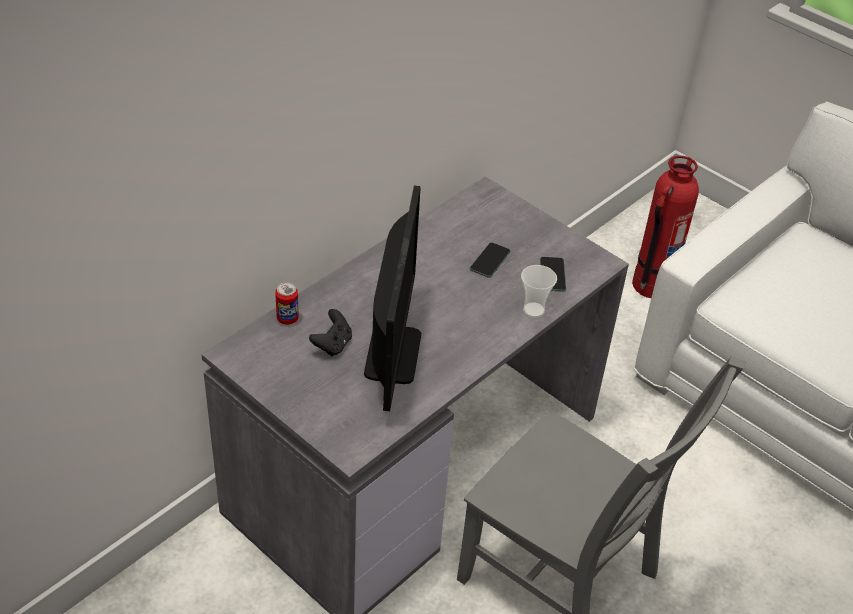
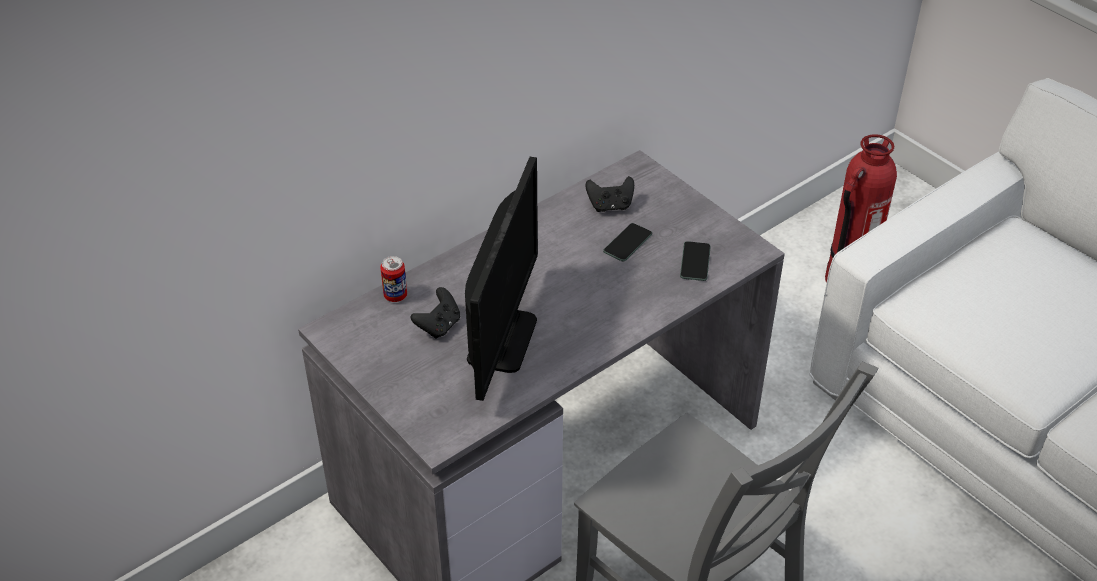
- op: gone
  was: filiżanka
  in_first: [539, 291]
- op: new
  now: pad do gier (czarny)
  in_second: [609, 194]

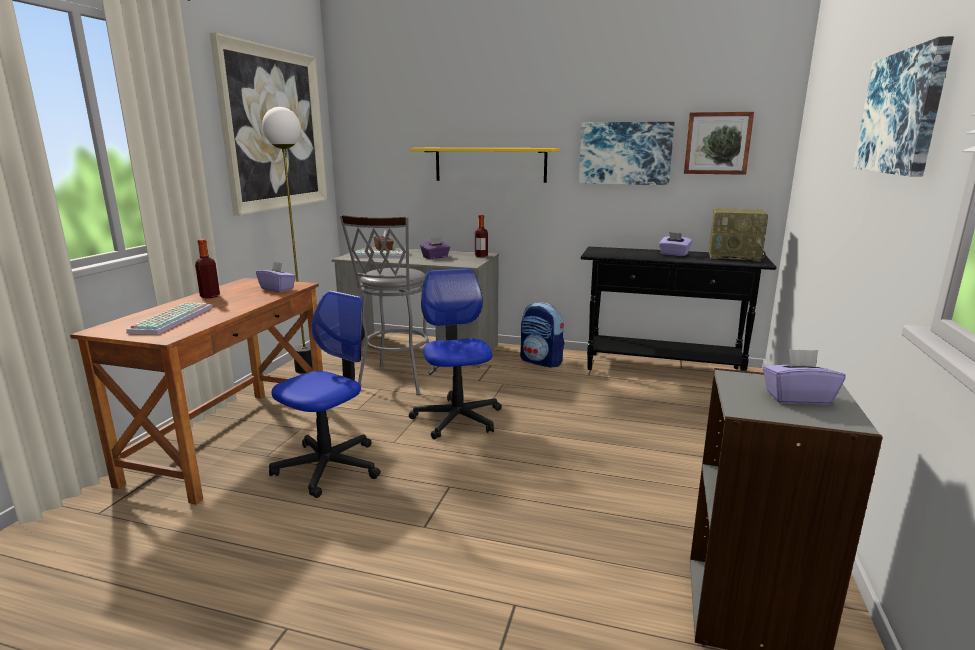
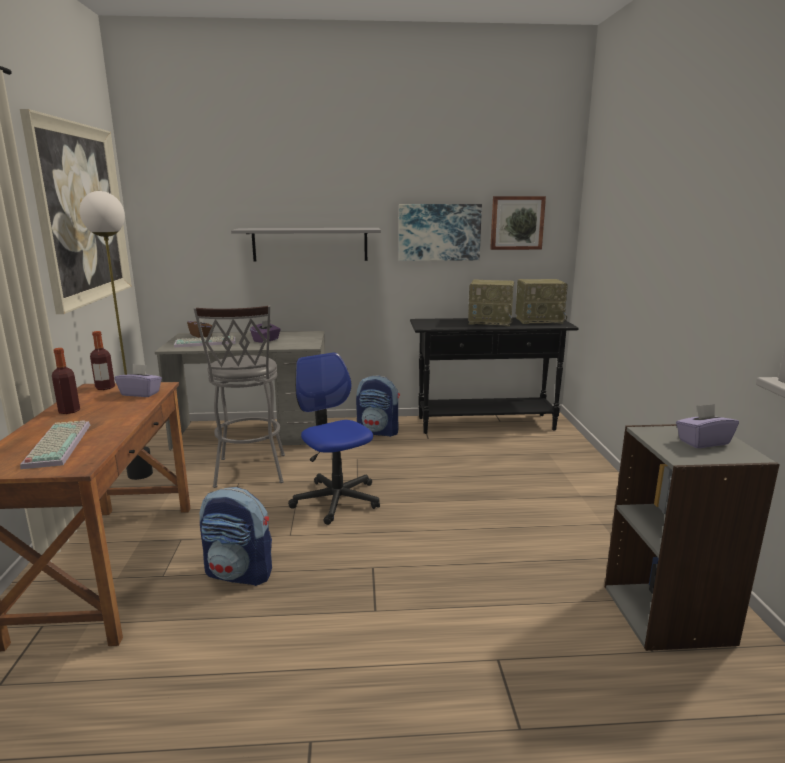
- op: gone
  was: obraz
  in_first: [903, 106]
- op: repainted
  was: półka (żółty)
  now: półka (szary)
  in_first: [484, 165]
  in_second: [306, 245]
- op: shifted
  was: butelka
  in_first: [481, 236]
  in_second: [102, 360]
- op: swapped
  was: pudełko chusteczek (fioletowy)
  now: radio
  in_first: [675, 244]
  in_second: [491, 303]
- op: swapped
  was: krzesło biurowe
  now: plecak
  in_first: [325, 394]
  in_second: [236, 536]

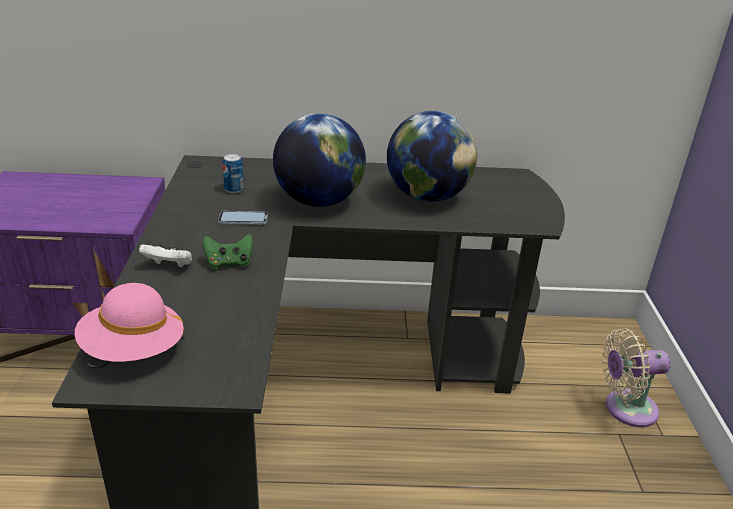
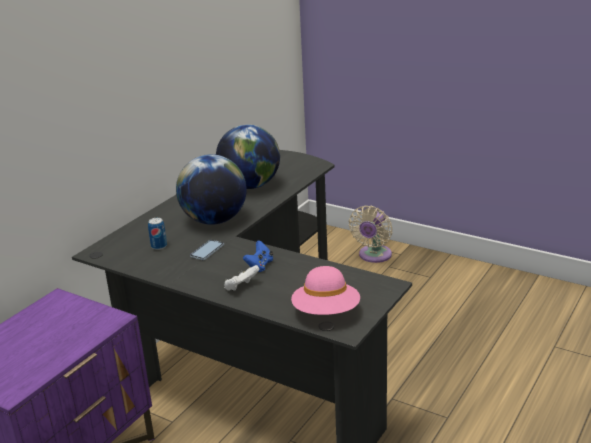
- op: repainted
  was: pad do gier (zielony)
  now: pad do gier (niebieski)
  in_first: [228, 251]
  in_second: [258, 256]

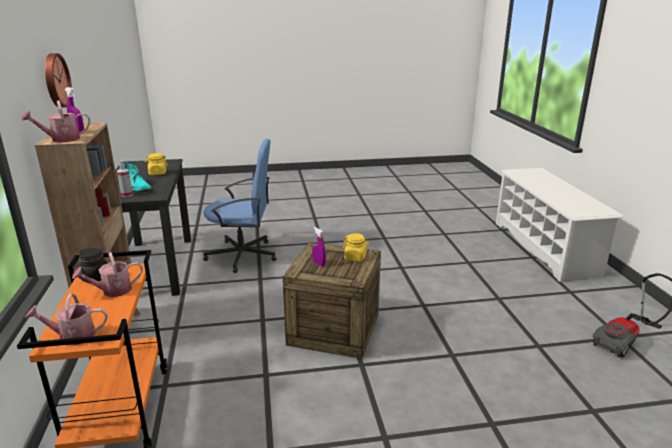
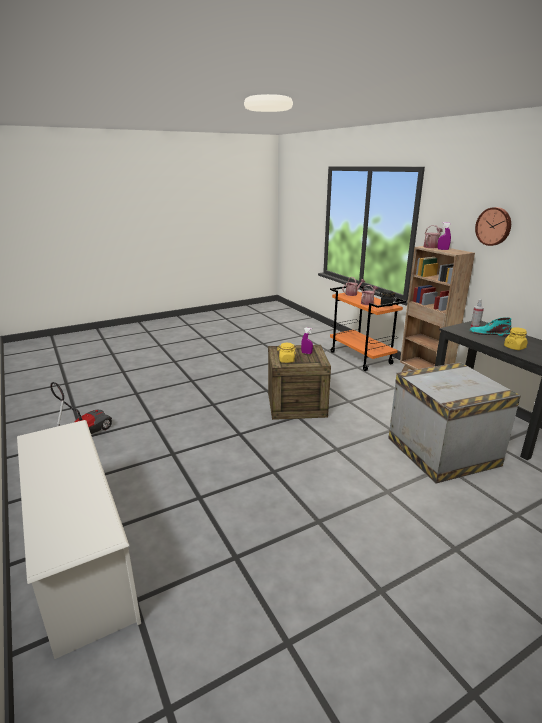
- op: swapped
  was: krzesło biurowe (niebieski)
  now: skrzynka
  in_first: [240, 206]
  in_second: [454, 422]

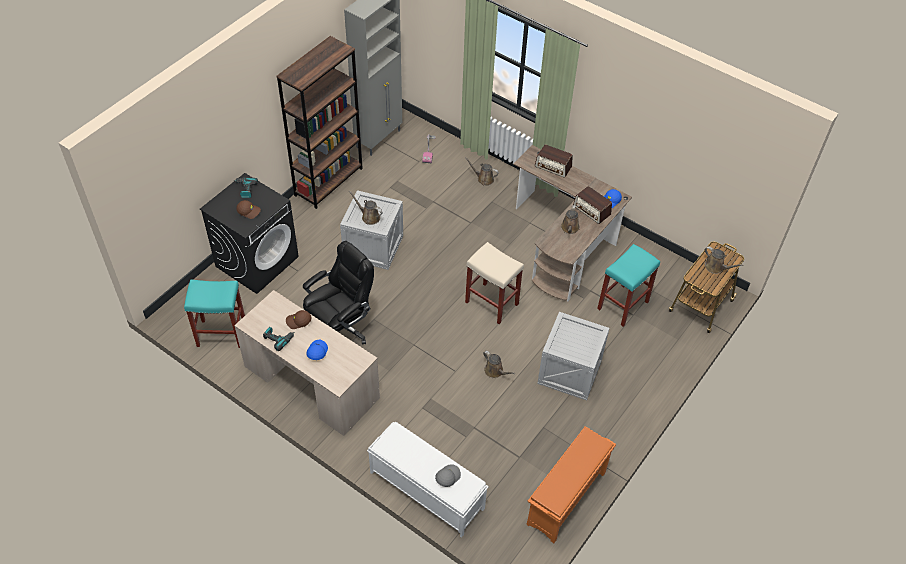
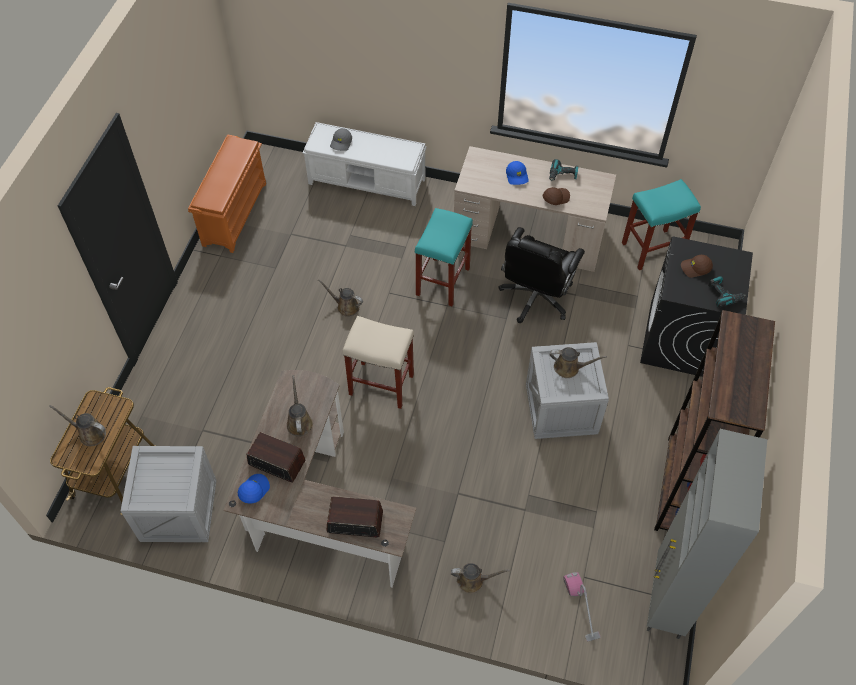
- op: shifted
  was: stołek (turkusowy)
  in_first: [628, 285]
  in_second: [444, 257]
- op: shifted
  was: skrzynka
  in_first: [573, 356]
  in_second: [169, 494]

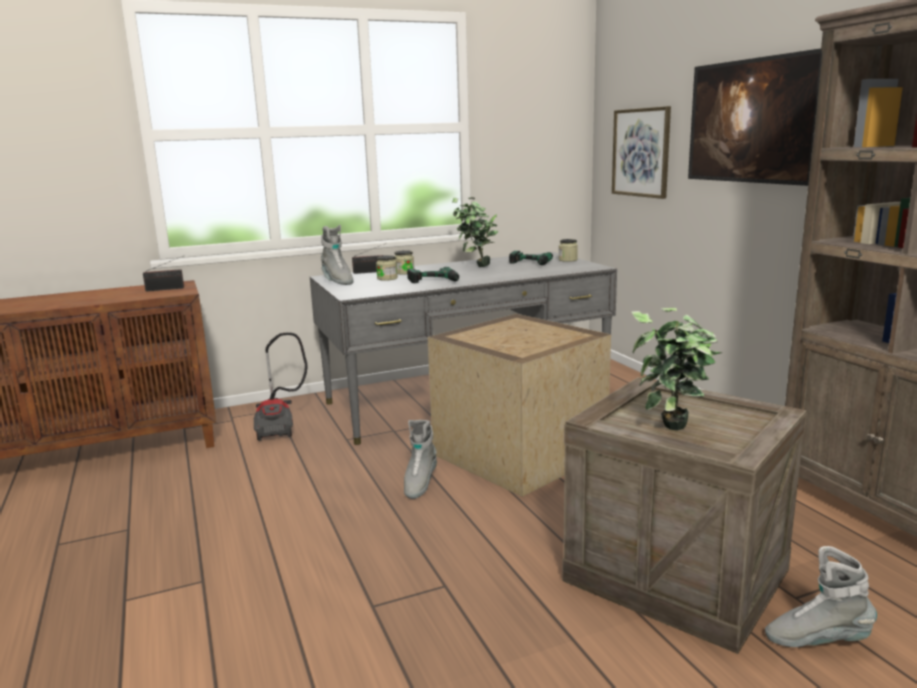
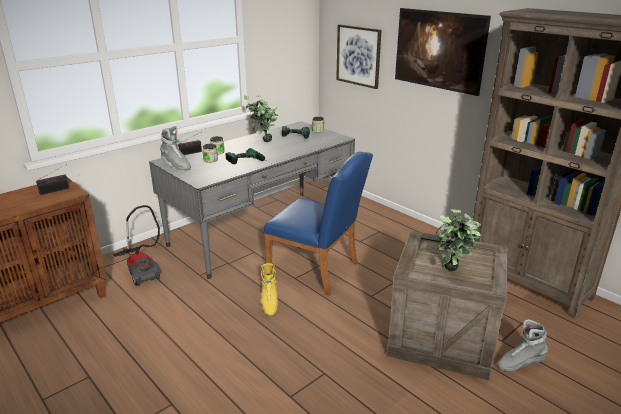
- op: swapped
  was: skrzynka
  now: krzesło (niebieski)
  in_first: [519, 405]
  in_second: [318, 224]
- op: repainted
  was: but z cholewką (szary)
  now: but z cholewką (żółty)
  in_first: [420, 459]
  in_second: [269, 289]

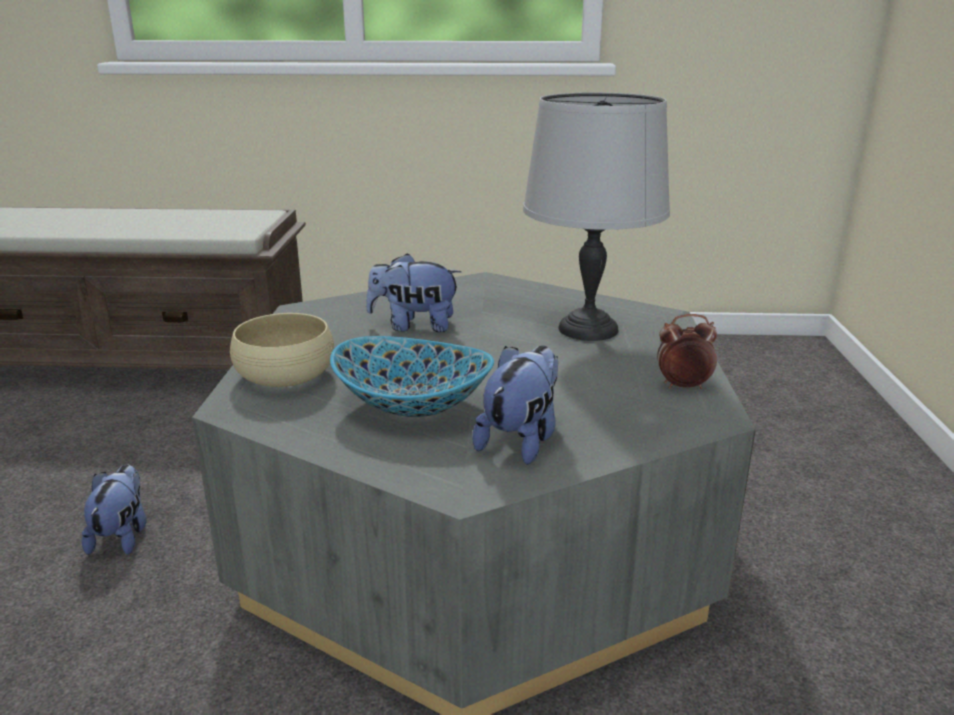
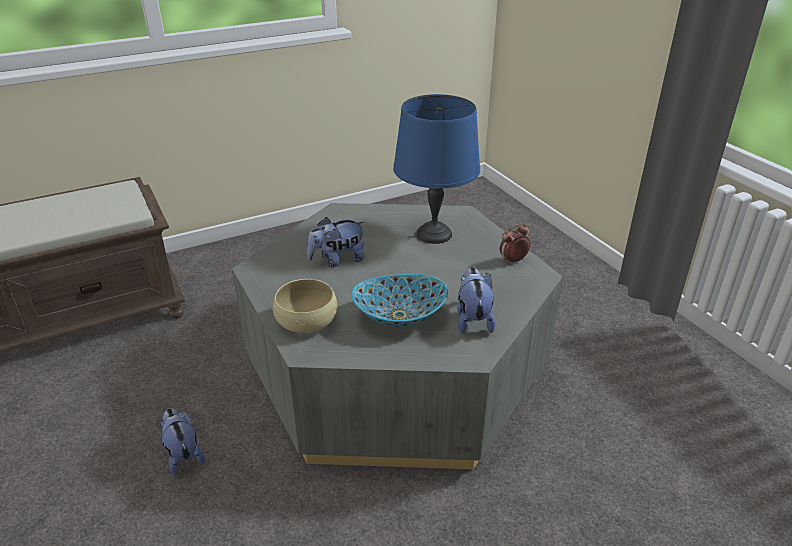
- op: repainted
  was: lampa stołowa (szary)
  now: lampa stołowa (niebieski)
  in_first: [596, 216]
  in_second: [436, 169]

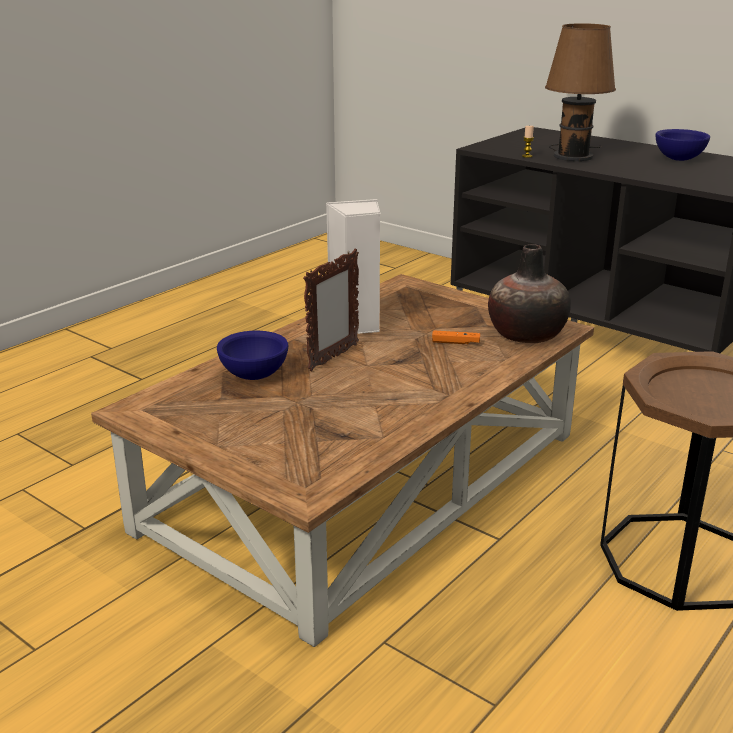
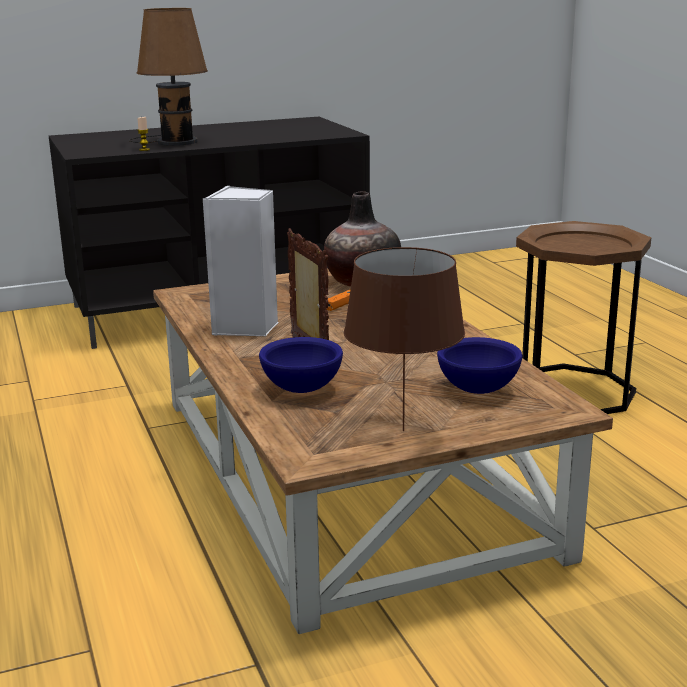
- op: shifted
  was: miska (niebieski)
  in_first: [683, 145]
  in_second: [480, 365]
- op: new
  now: lampa stołowa (brązowy)
  in_second: [404, 339]

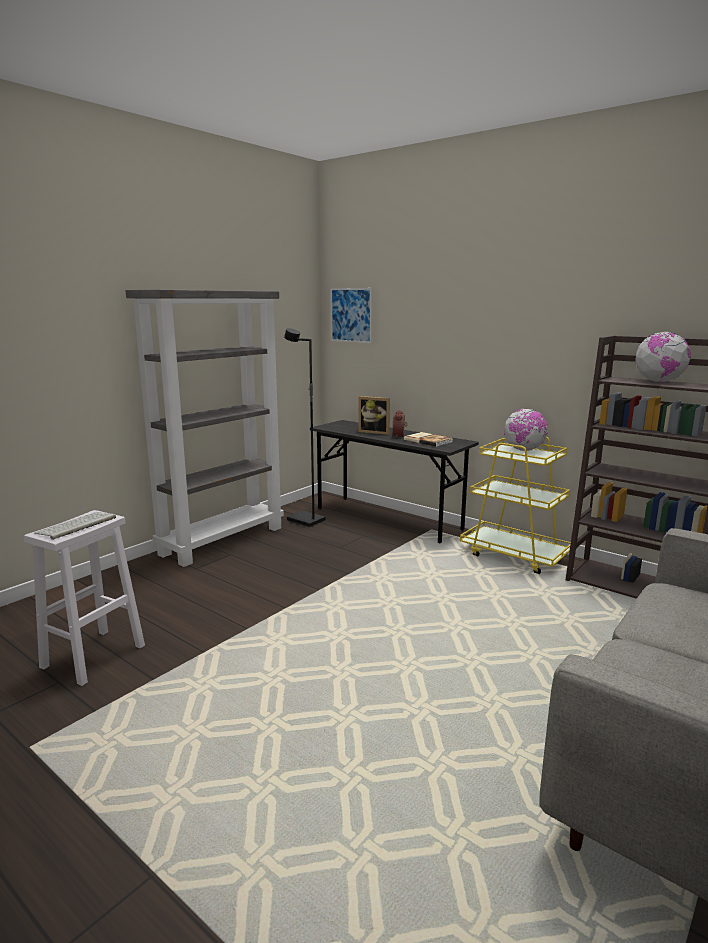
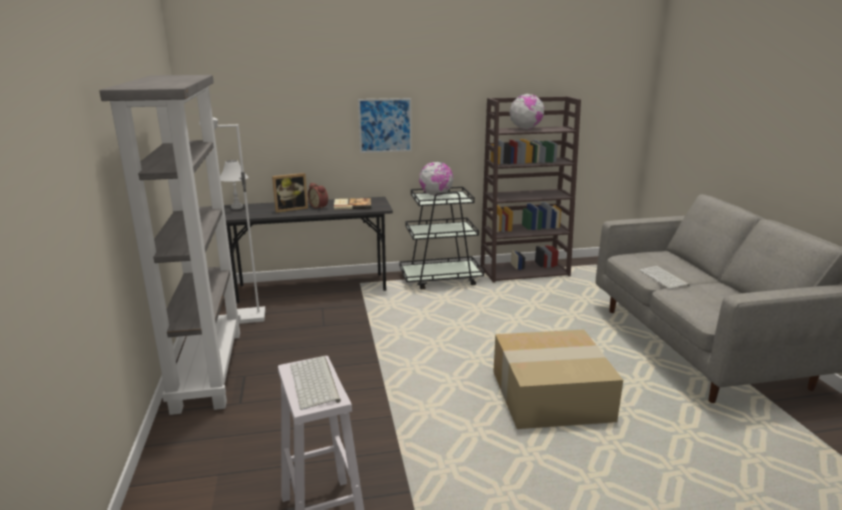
- op: shifted
  was: obraz
  in_first: [351, 315]
  in_second: [385, 125]
- op: repainted
  was: lampa stojąca (czarny)
  now: lampa stojąca (biały)
  in_first: [305, 427]
  in_second: [232, 220]
- op: repainted
  was: wózek (żółty)
  now: wózek (czarny)
  in_first: [515, 505]
  in_second: [441, 238]
- op: new
  now: lampa stołowa (biały)
  in_second: [234, 184]
- op: new
  now: klawiatura
  in_second: [664, 277]
- op: new
  now: karton
  in_second: [558, 379]

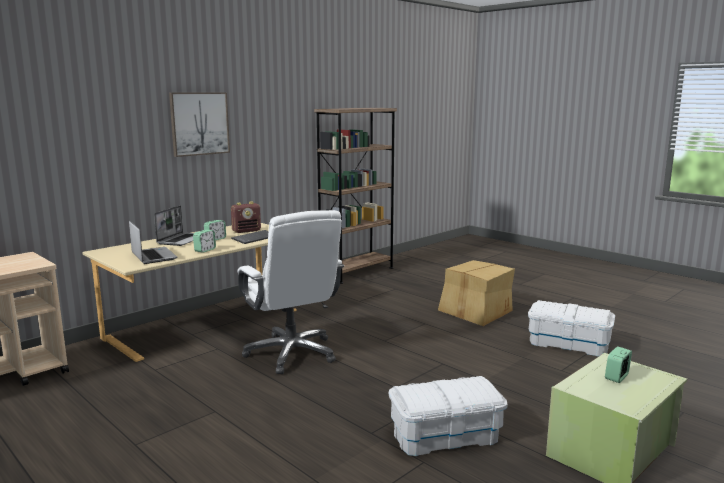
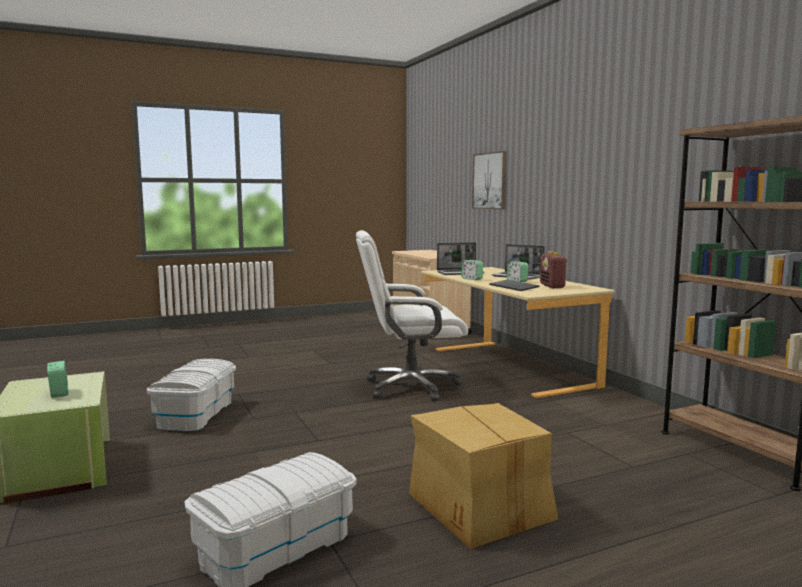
- op: shifted
  was: obraz
  in_first: [199, 124]
  in_second: [489, 180]

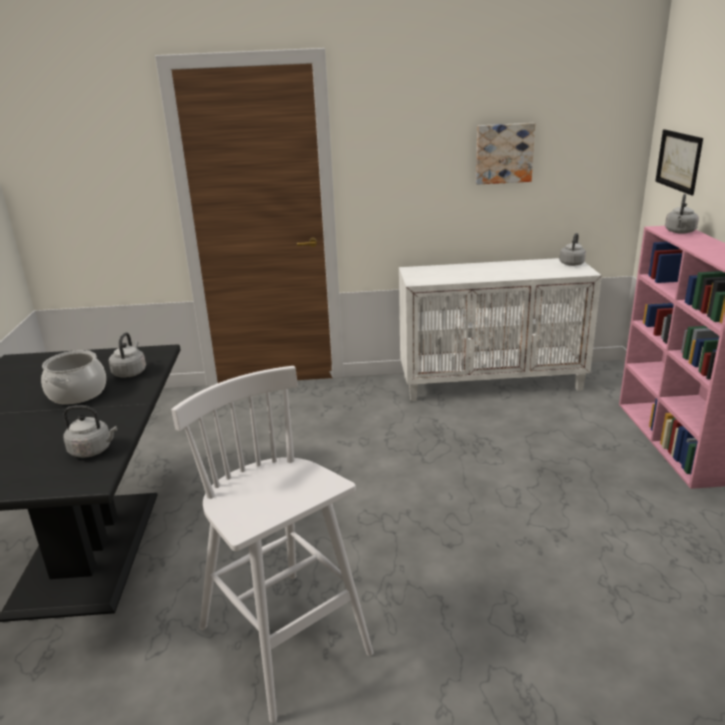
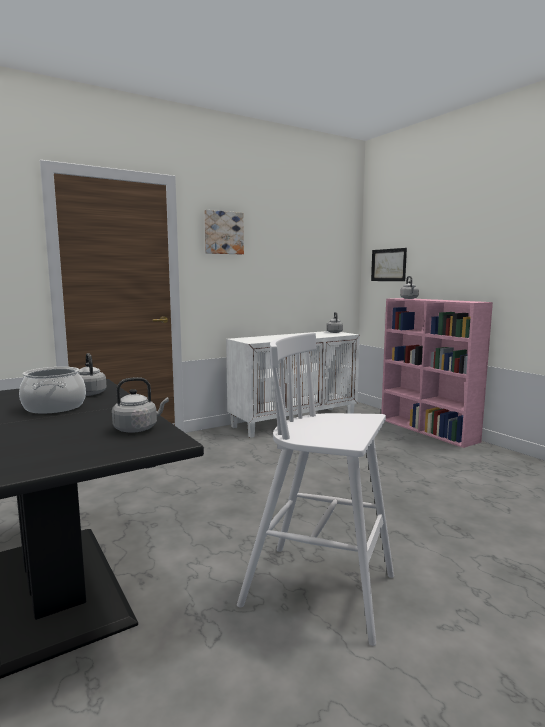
- op: shifted
  was: obraz
  in_first: [505, 154]
  in_second: [224, 232]

